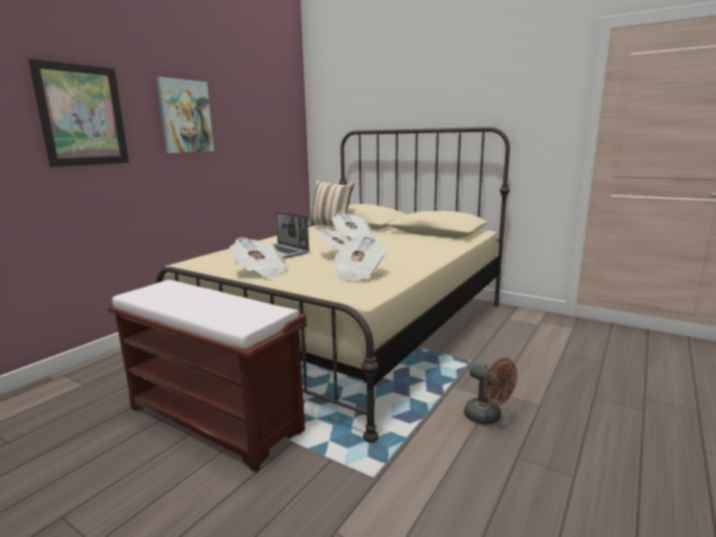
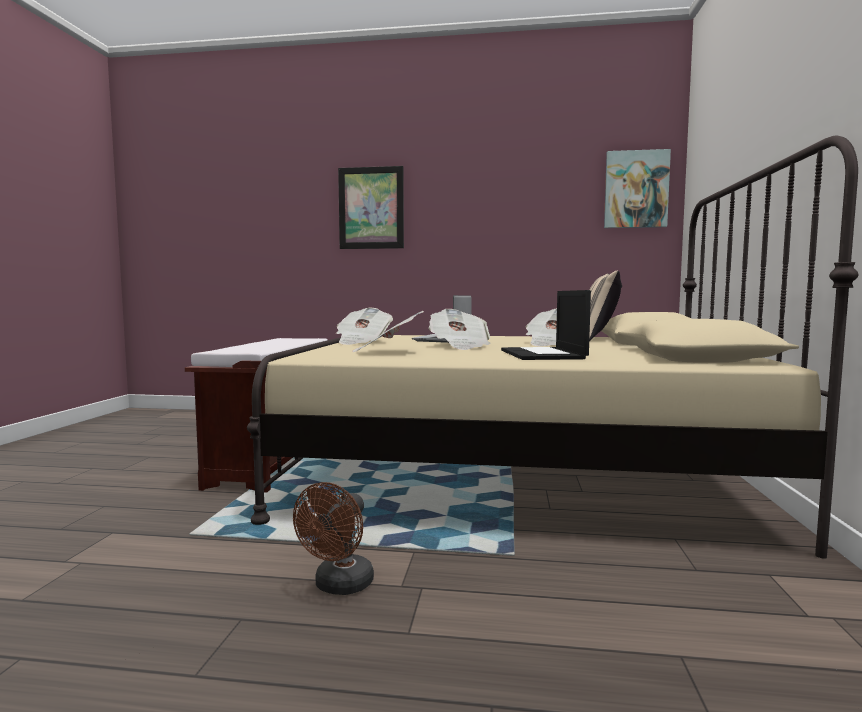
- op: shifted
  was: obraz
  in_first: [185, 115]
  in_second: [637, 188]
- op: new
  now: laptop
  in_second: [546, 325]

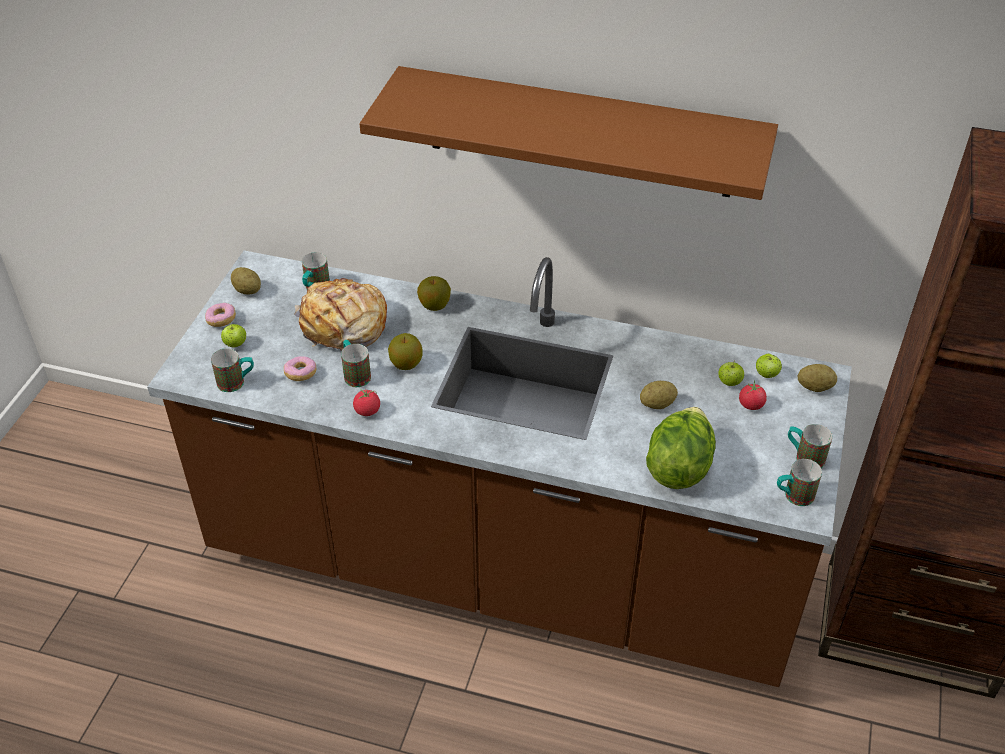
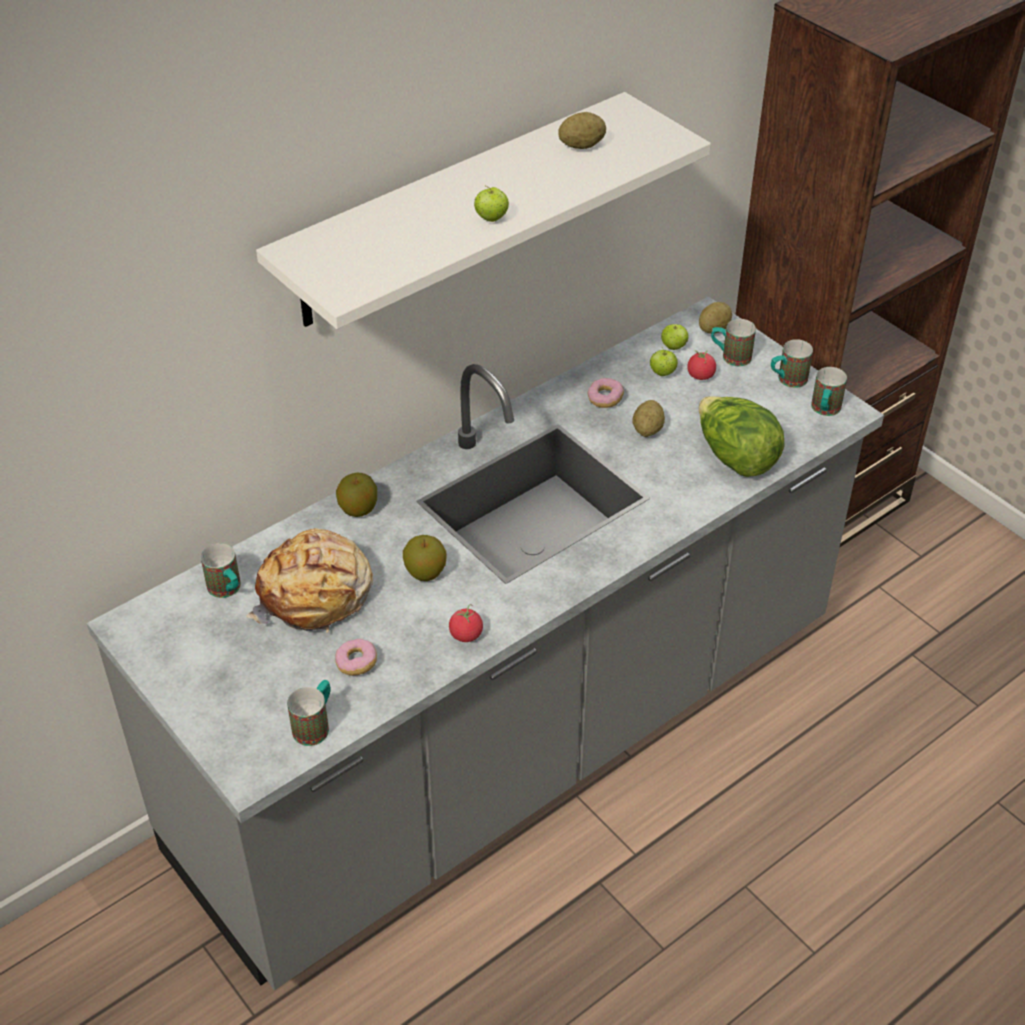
- op: repainted
  was: półka (brązowy)
  now: półka (biały)
  in_first: [568, 133]
  in_second: [483, 210]
- op: repainted
  was: zabudowa kuchenna (brązowy)
  now: zabudowa kuchenna (szary)
  in_first: [499, 468]
  in_second: [485, 643]
- op: shifted
  was: ziemniak
  in_first: [246, 281]
  in_second: [582, 130]
- op: shifted
  was: donut
  in_first: [220, 315]
  in_second: [606, 393]
- op: shifted
  was: jabłko
  in_first: [234, 335]
  in_second: [491, 204]
- op: shifted
  was: kubek
  in_first: [356, 363]
  in_second: [733, 342]

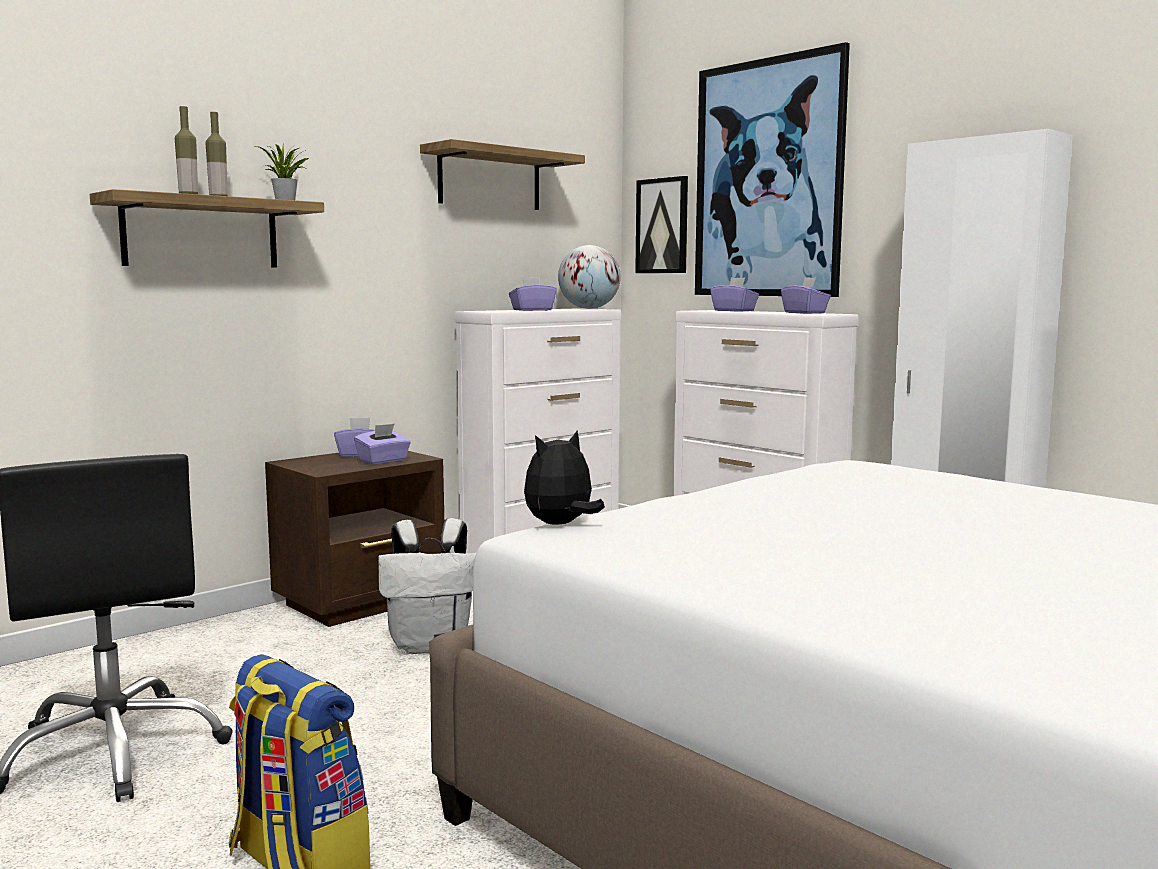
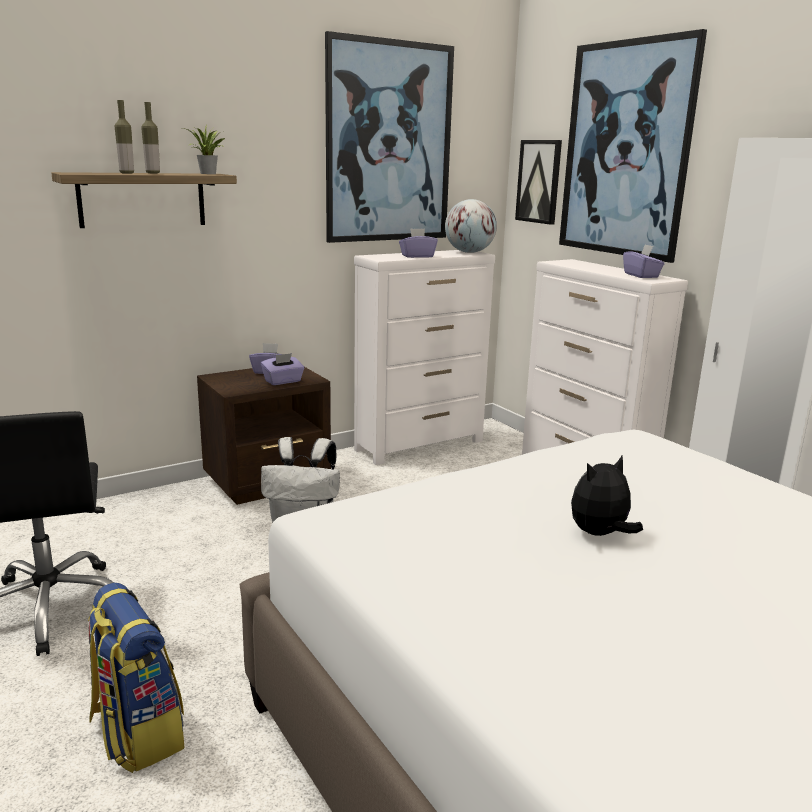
- op: swapped
  was: półka
  now: obraz
  in_first: [502, 174]
  in_second: [389, 137]
- op: gone
  was: pudełko chusteczek (fioletowy)
  in_first: [734, 294]
- op: shifted
  was: pluszak
  in_first: [564, 477]
  in_second: [607, 496]

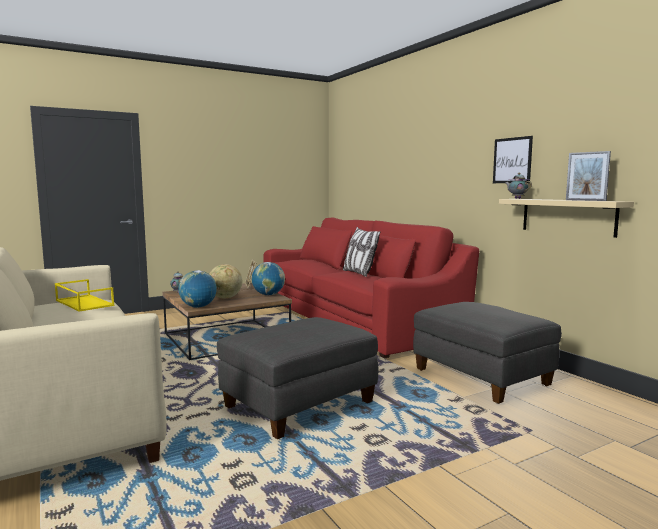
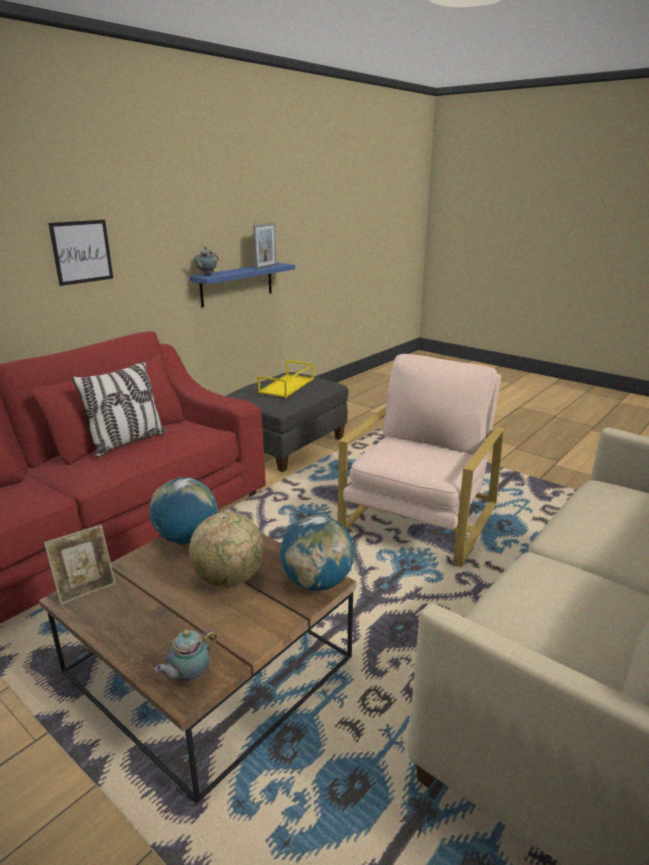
- op: shifted
  was: obraz
  in_first: [513, 159]
  in_second: [80, 253]
- op: repainted
  was: półka (beżowy)
  now: półka (niebieski)
  in_first: [566, 218]
  in_second: [242, 285]
- op: shifted
  was: taca (żółty)
  in_first: [84, 295]
  in_second: [285, 379]
- op: swapped
  was: pufa (szary)
  now: fotel (beżowy)
  in_first: [298, 378]
  in_second: [421, 460]

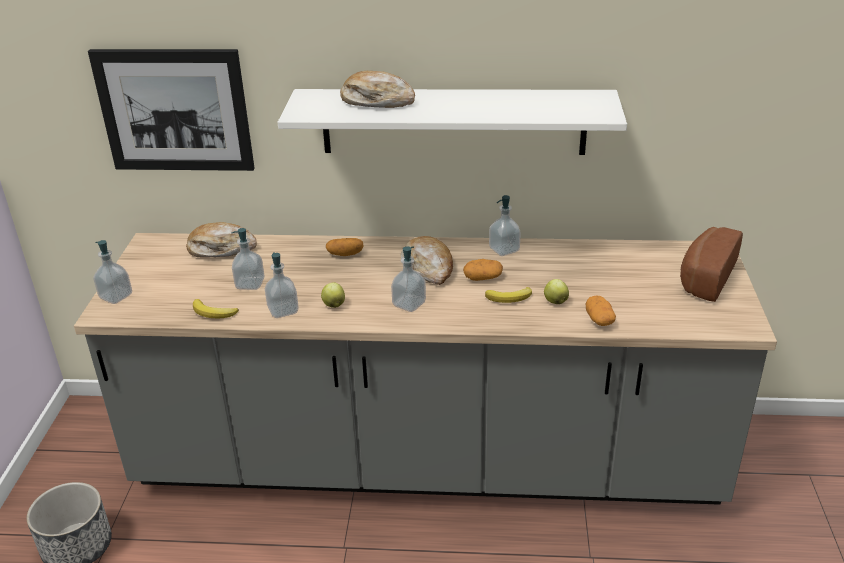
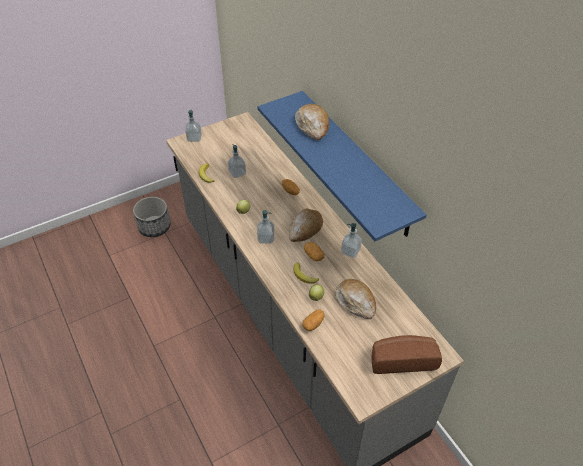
- op: gone
  was: obraz
  in_first: [171, 110]
- op: repainted
  was: półka (biały)
  now: półka (niebieski)
  in_first: [452, 122]
  in_second: [342, 166]
- op: shifted
  was: chleb
  in_first: [221, 240]
  in_second: [356, 299]
- op: gone
  was: dozownik mydła
  in_first: [282, 285]

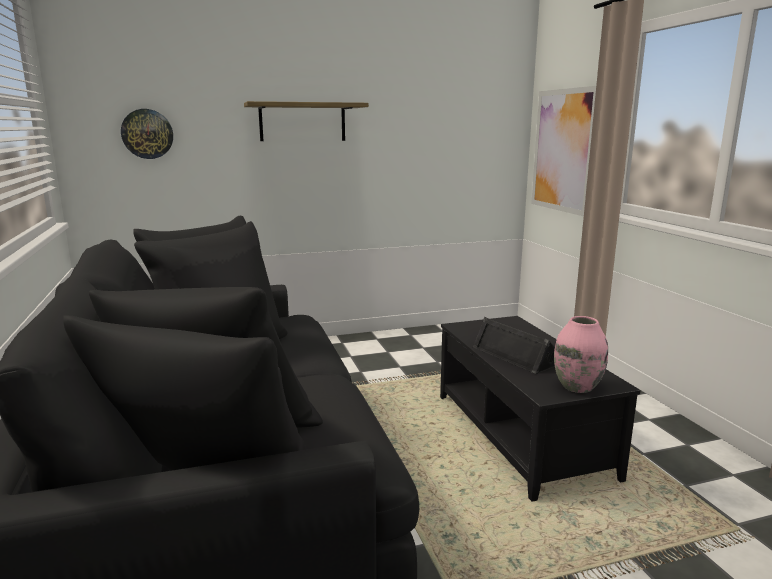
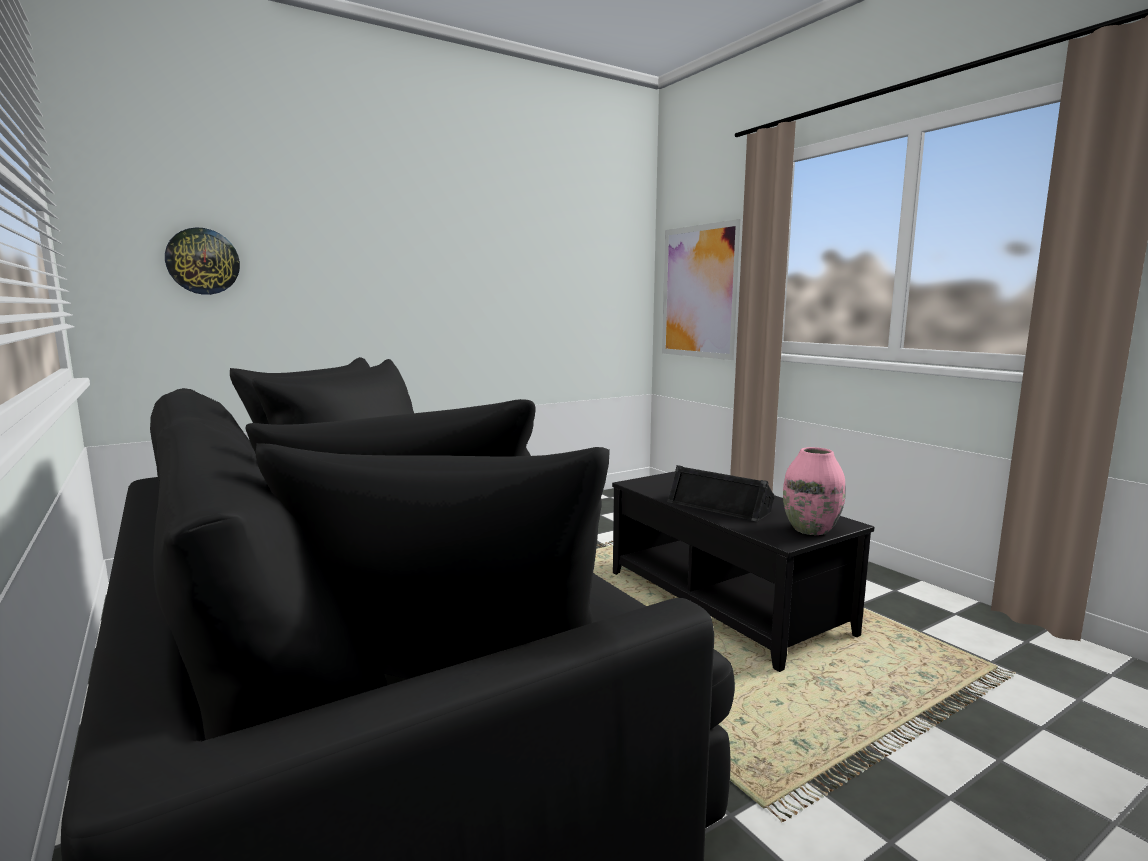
- op: gone
  was: półka
  in_first: [306, 121]

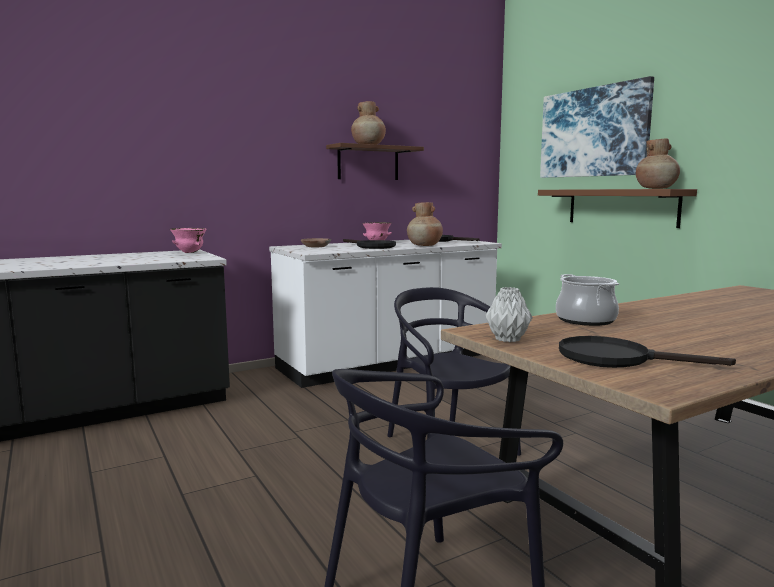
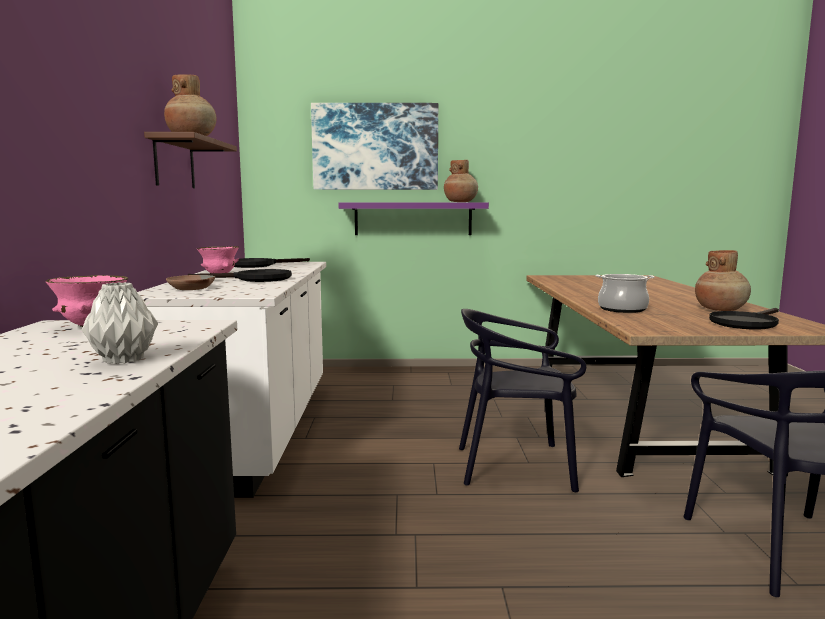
- op: repainted
  was: półka (brązowy)
  now: półka (fioletowy)
  in_first: [617, 208]
  in_second: [414, 219]
- op: shifted
  was: wazon (brązowy)
  in_first: [425, 224]
  in_second: [723, 280]
- op: shifted
  was: wazon (szary)
  in_first: [509, 314]
  in_second: [120, 323]

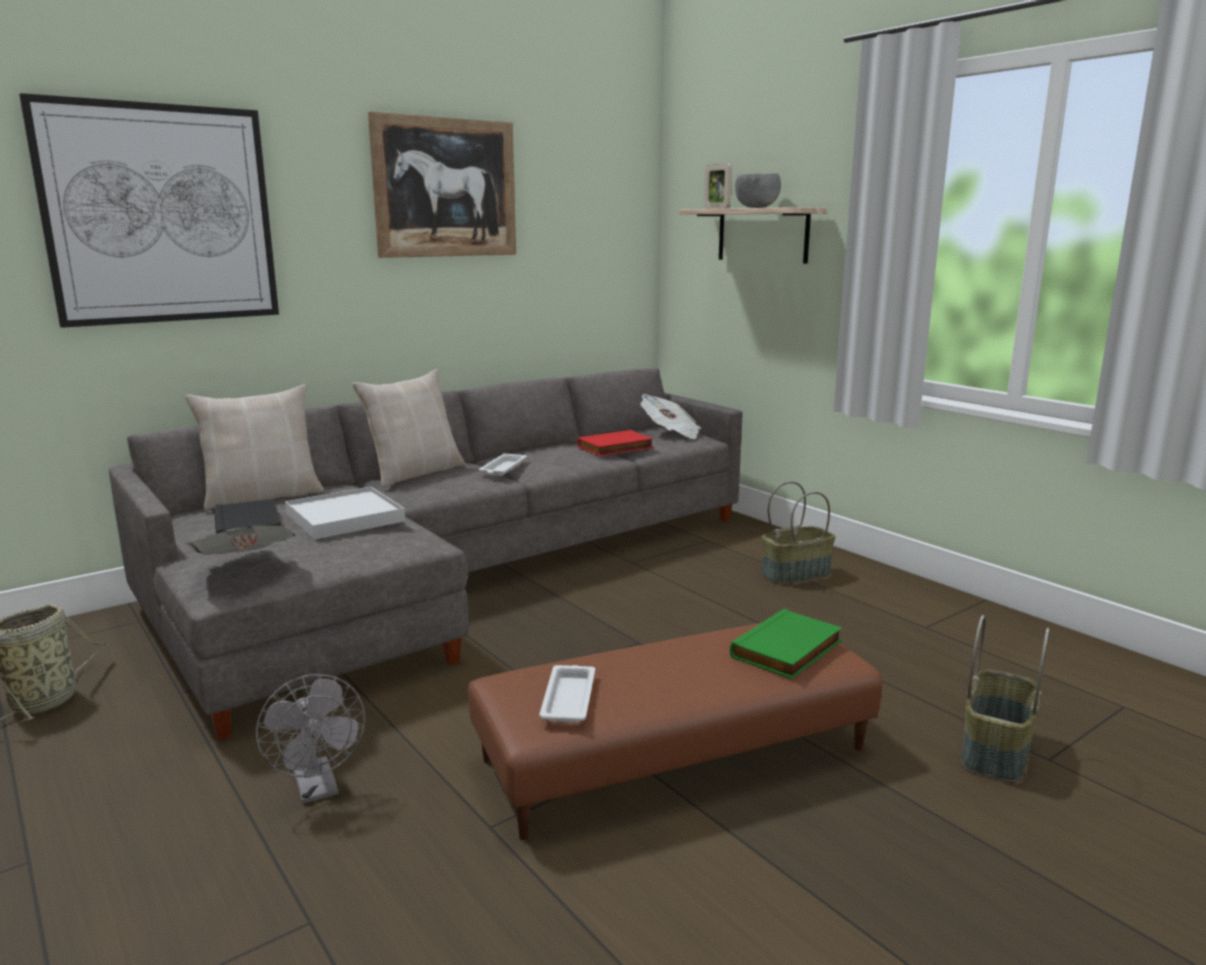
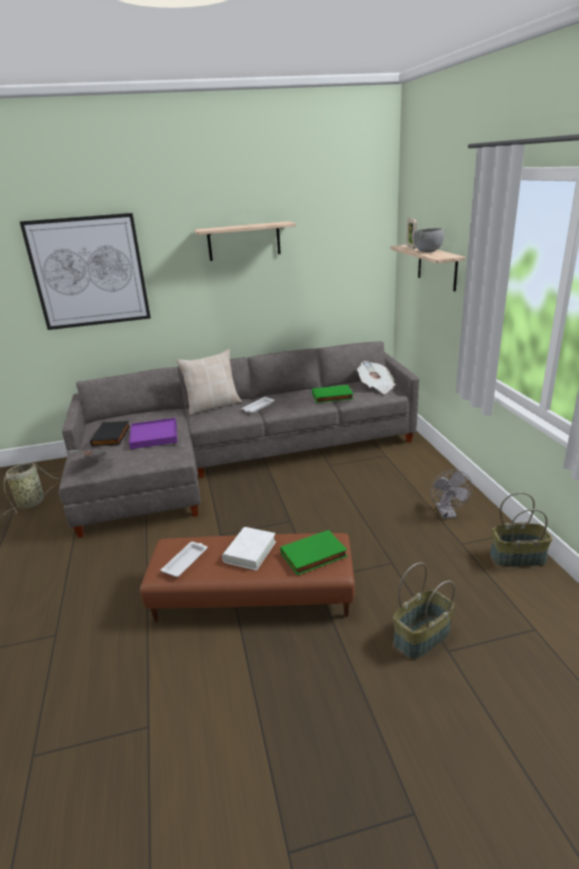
- op: swapped
  was: obraz
  now: półka
  in_first: [442, 185]
  in_second: [245, 241]
- op: gone
  was: poduszka (beżowy)
  in_first: [254, 447]
- op: repainted
  was: książka (czerwony)
  now: książka (zielony)
  in_first: [616, 443]
  in_second: [333, 394]
- op: shifted
  was: koszyk
  in_first: [798, 533]
  in_second: [521, 529]
- op: repainted
  was: taca (biały)
  now: taca (fioletowy)
  in_first: [345, 513]
  in_second: [153, 433]
- op: shifted
  was: wentylator (szary)
  in_first: [310, 739]
  in_second: [451, 494]
- op: new
  now: książka (biały)
  in_second: [249, 549]

